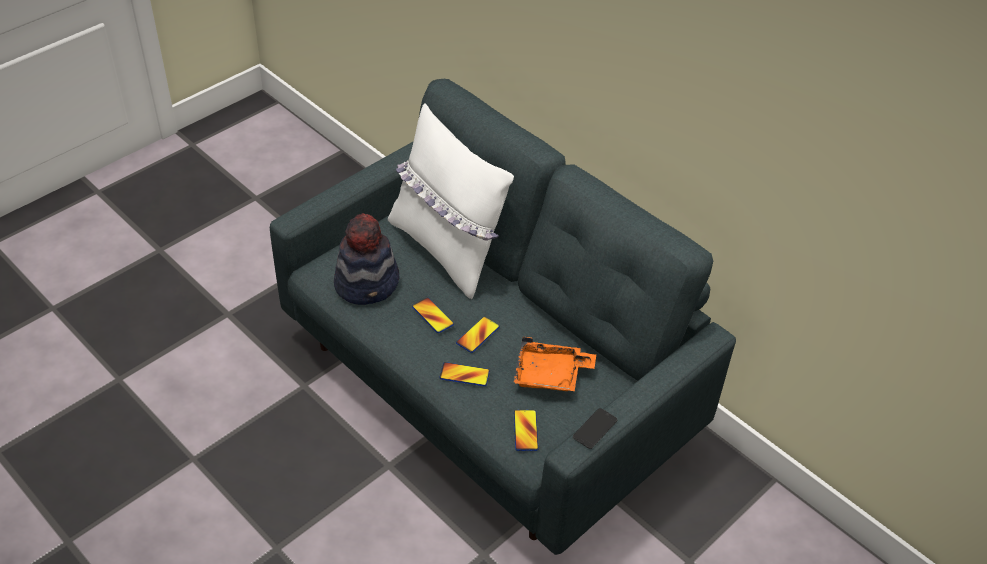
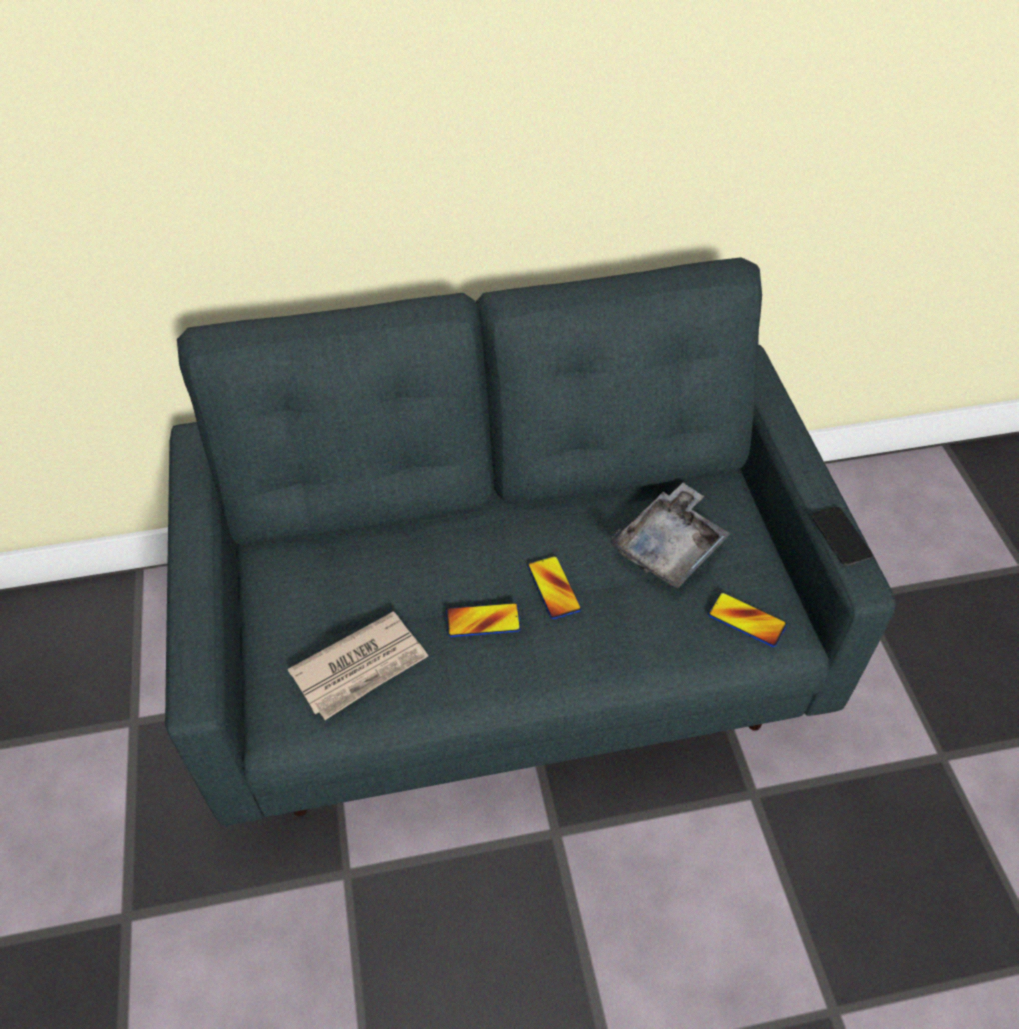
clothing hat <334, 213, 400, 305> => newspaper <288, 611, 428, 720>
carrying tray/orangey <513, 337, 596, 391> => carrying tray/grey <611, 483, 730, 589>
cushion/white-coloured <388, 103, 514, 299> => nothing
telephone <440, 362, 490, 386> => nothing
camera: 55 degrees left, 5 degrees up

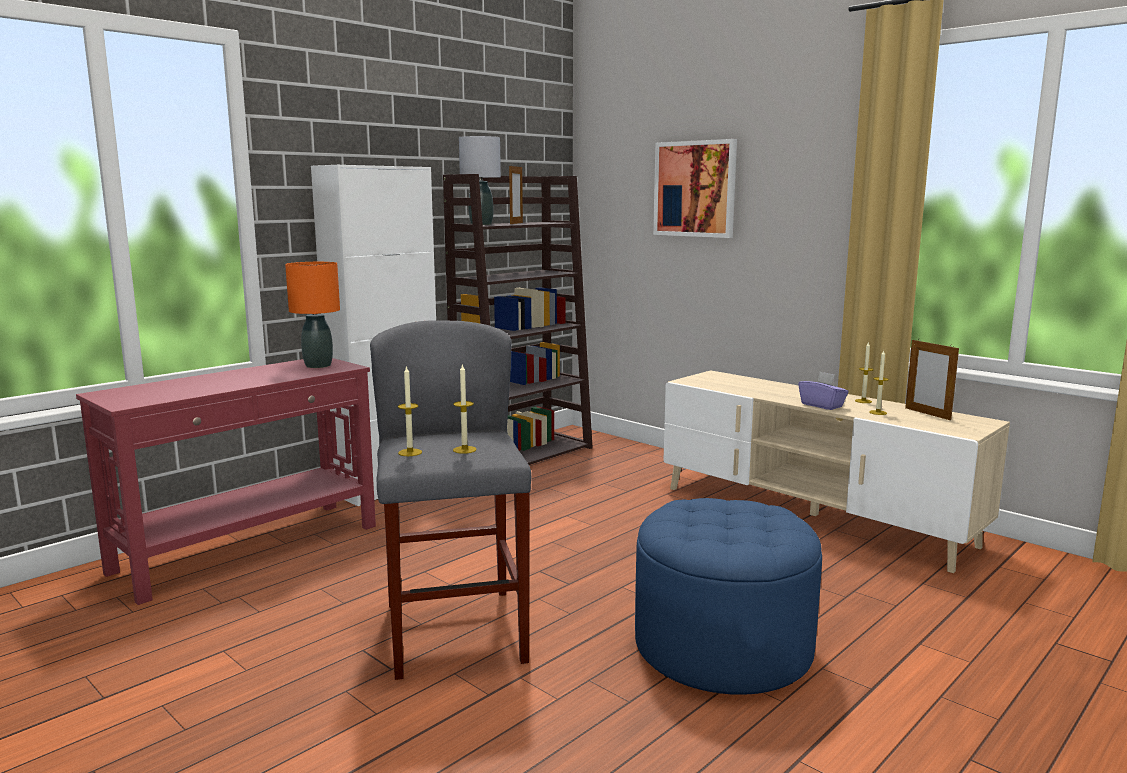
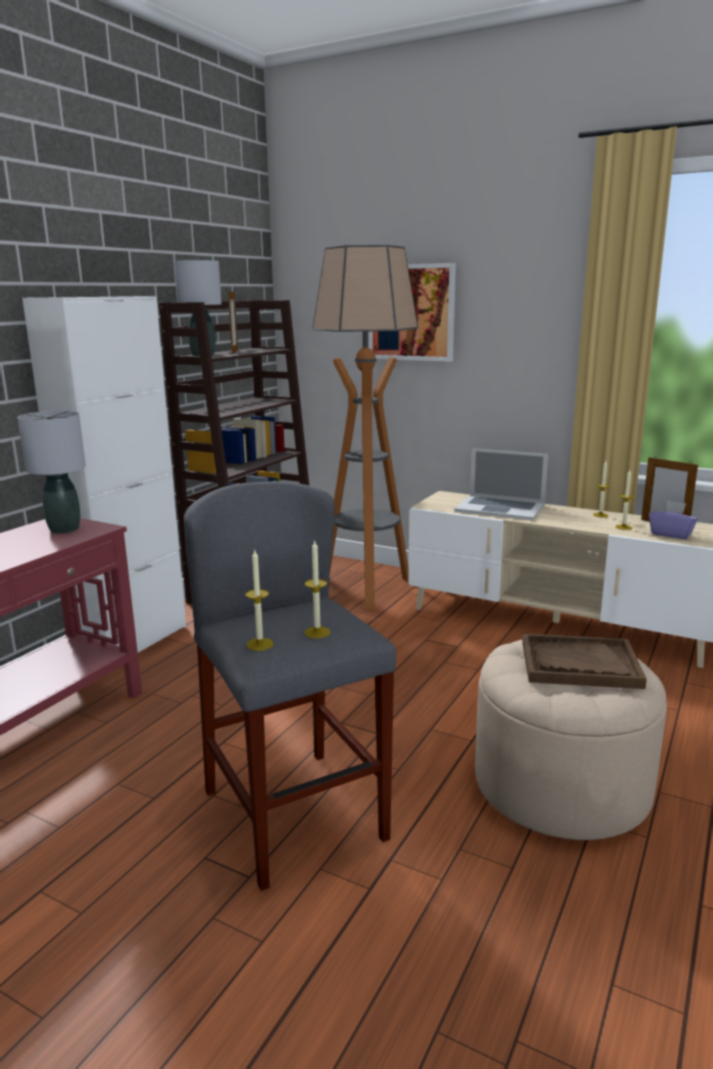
table lamp/orangey <285, 262, 340, 368> => table lamp/grey <17, 411, 86, 533>
nothing => floor lamp <312, 245, 418, 611>
nothing => notebook computer <454, 448, 548, 520>
ottoman/bluish <635, 498, 822, 695> => ottoman/beige-coloured <475, 639, 667, 840>
nothing => carrying tray/brown-coloured <522, 634, 647, 689>
tissue box/purple <798, 372, 849, 410> => tissue box/purple <649, 501, 698, 539>, moved
camera: 15 degrees left, 5 degrees up

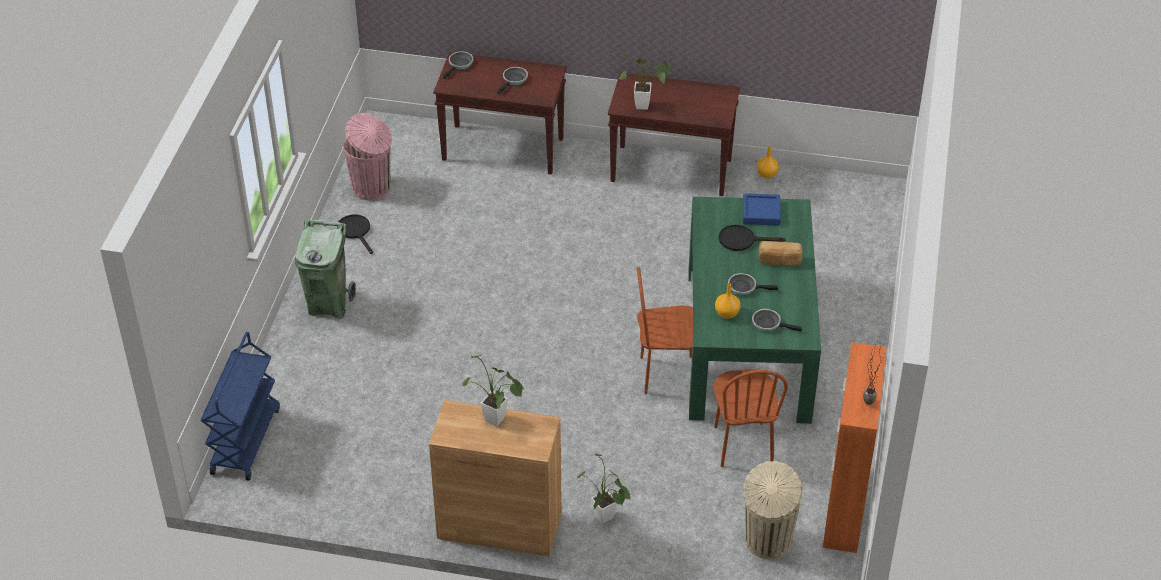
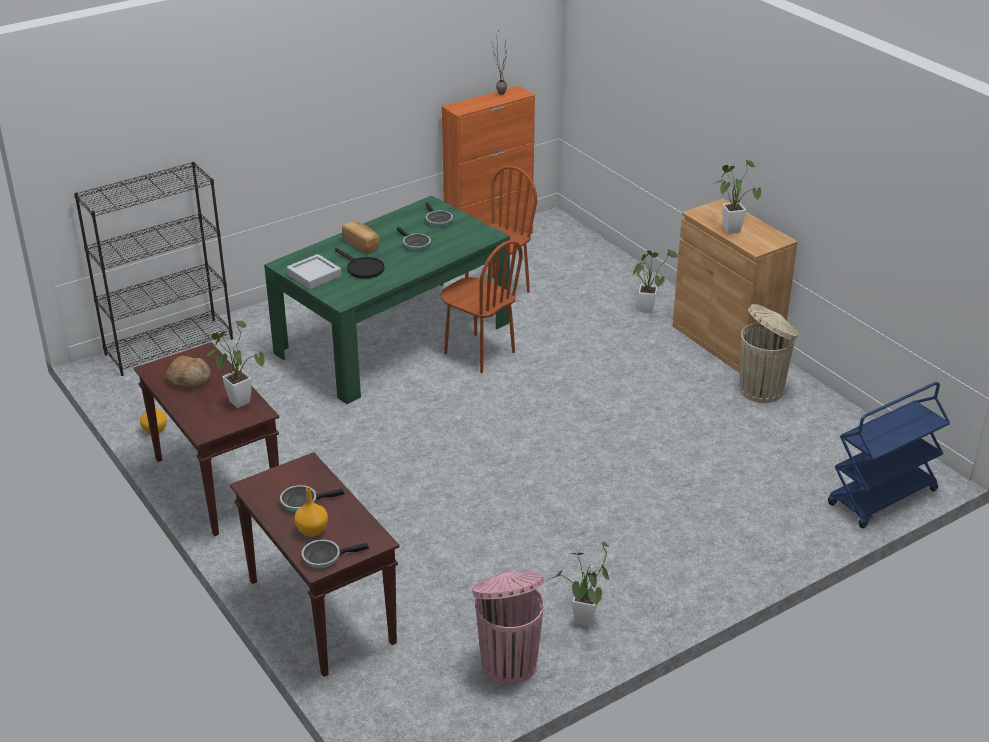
nothing => bookcase/black <74, 162, 233, 376>
nothing => bread <166, 356, 211, 389>
carrying tray/bluish <743, 193, 781, 226> => carrying tray/grey <287, 254, 341, 289>
decorative vase/orangey <715, 283, 741, 319> => decorative vase/orangey <294, 487, 328, 537>, moved
frying pan/black <339, 214, 373, 254> => potted plant <545, 542, 609, 626>
waste bin/beige-coloured <743, 461, 802, 559> => waste bin/beige-coloured <739, 304, 799, 403>, moved
waste bin/greenish <295, 220, 356, 319> => nothing
camera: 135 degrees left, 10 degrees down

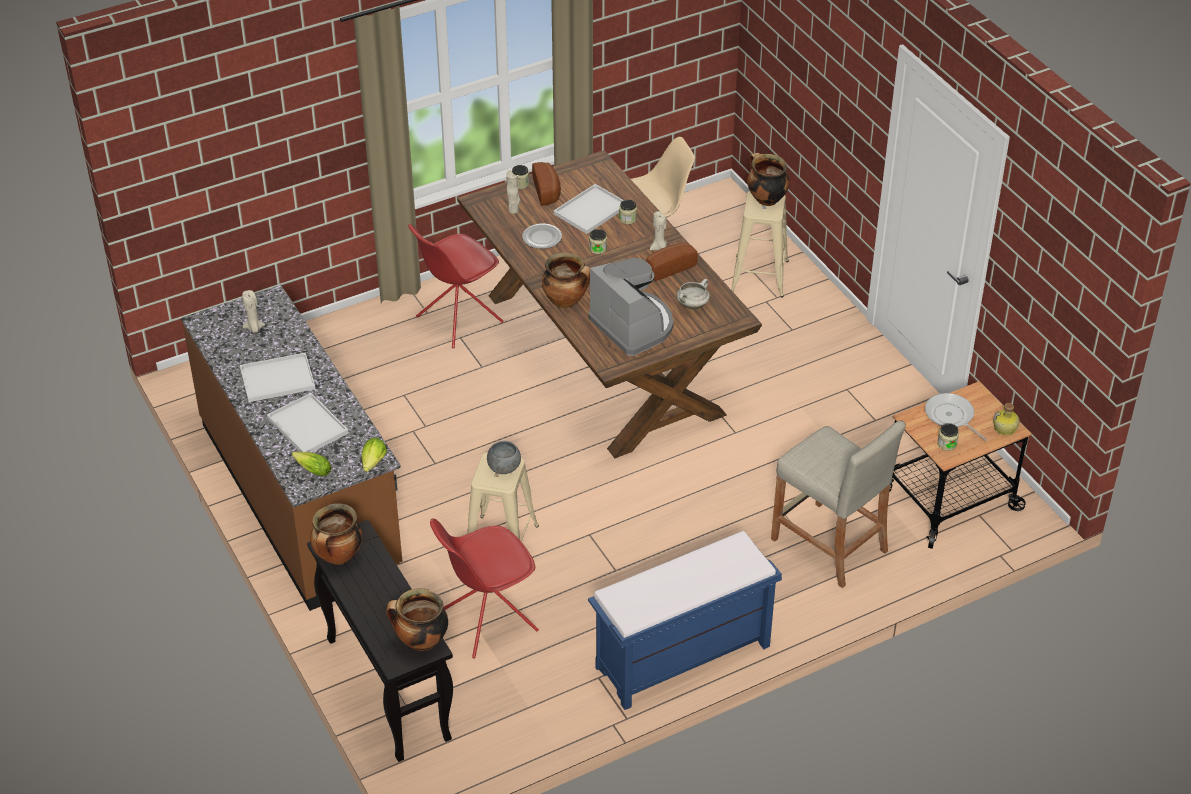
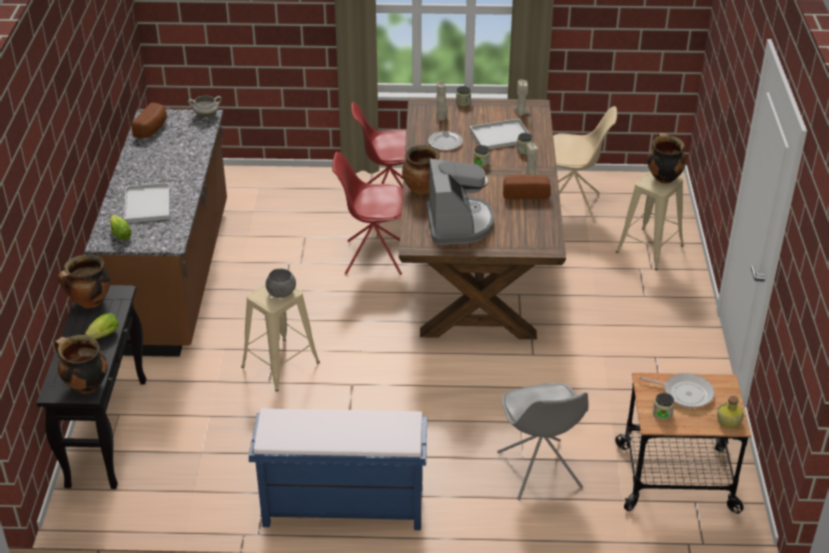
lettuce <362, 437, 387, 472> => lettuce <85, 313, 119, 339>, moved
bread <532, 162, 561, 205> => bread <131, 102, 167, 138>, moved
saucepot/white-coloured <676, 279, 710, 309> => saucepot/white-coloured <188, 95, 222, 118>, moved
chair/red-coloured <430, 519, 539, 659> => chair/red-coloured <332, 152, 403, 275>, moved
stool/beige-coloured <771, 420, 906, 588> => chair/grey <497, 383, 588, 500>
candle/beige-coloured <242, 290, 265, 333> => candle/beige-coloured <513, 80, 530, 116>, moved
frying pan <925, 393, 988, 441> => frying pan <638, 373, 714, 408>, 120 degrees clockwise
carrying tray/white-coloured <240, 352, 315, 402> => nothing
camera: 30 degrees right, 5 degrees down

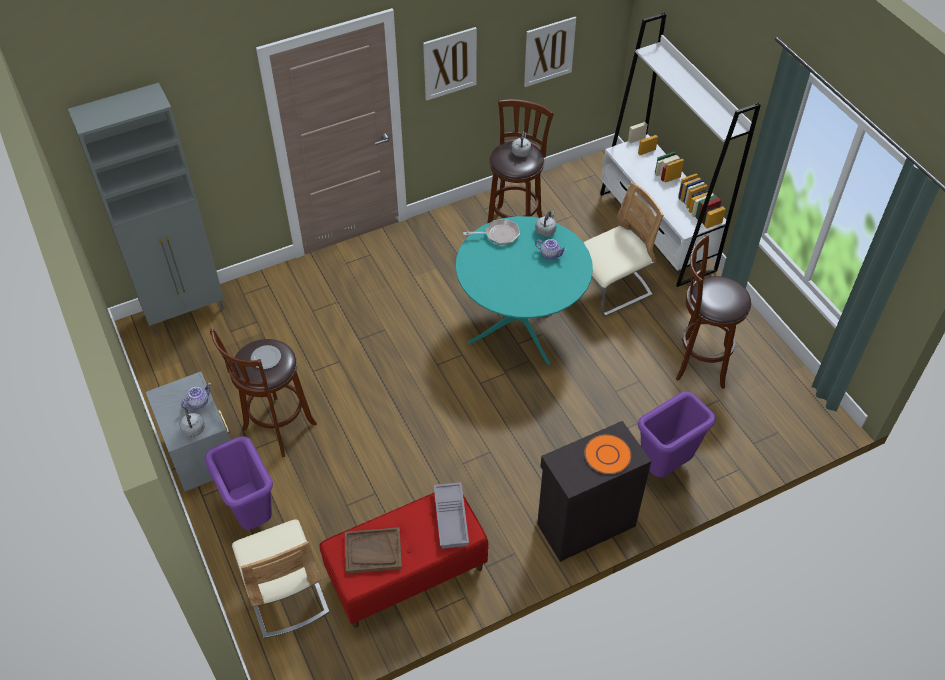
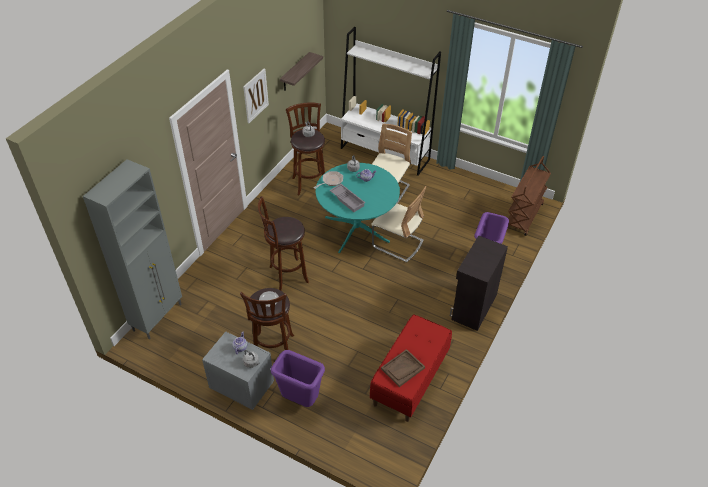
stool/brown-coloured <676, 235, 751, 389> => stool/brown-coloured <258, 196, 309, 290>, moved
wall art <524, 17, 576, 87> => bracket shelf <280, 52, 323, 91>
carrying tray/grey <434, 482, 469, 549> => carrying tray/grey <330, 184, 366, 212>, moved
chair/beige-coloured <232, 519, 329, 638> => chair/beige-coloured <371, 186, 426, 262>, moved
nothing => cart/brown-coloured <508, 156, 551, 236>
flat dish/orangey <584, 435, 631, 474> => nothing
camera: 35 degrees left, 5 degrees down

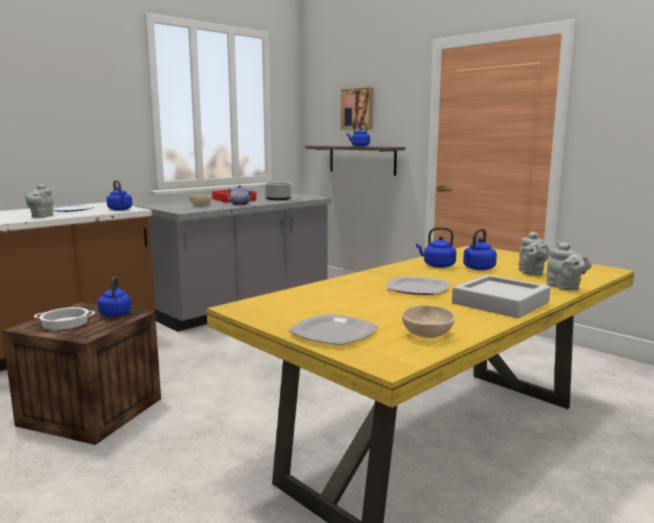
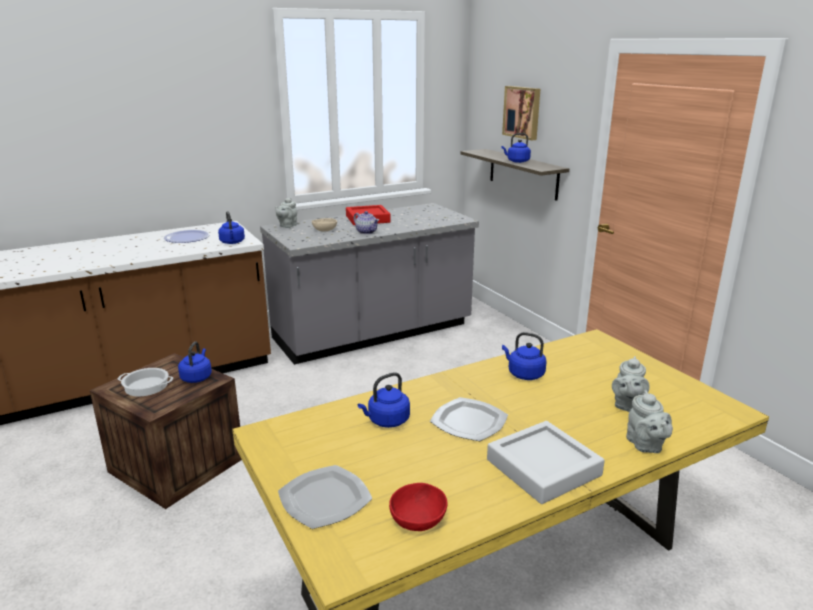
pot for tea/grey <24, 184, 53, 218> => pot for tea/grey <275, 197, 297, 228>, moved
tea kettle/bluish <463, 229, 497, 270> => tea kettle/bluish <358, 373, 410, 428>, moved
serving bowl/beige-coloured <402, 305, 455, 338> => serving bowl/red-coloured <389, 483, 448, 531>
saucepot <259, 182, 297, 200> => nothing
camera: 15 degrees right, 10 degrees up

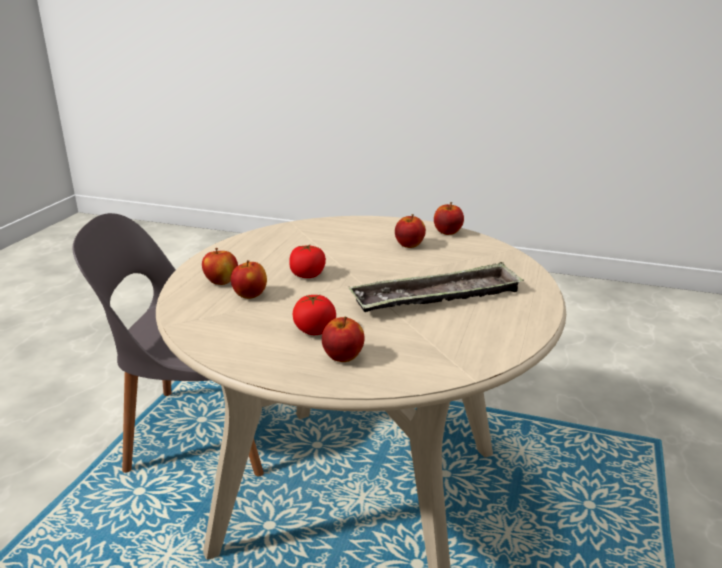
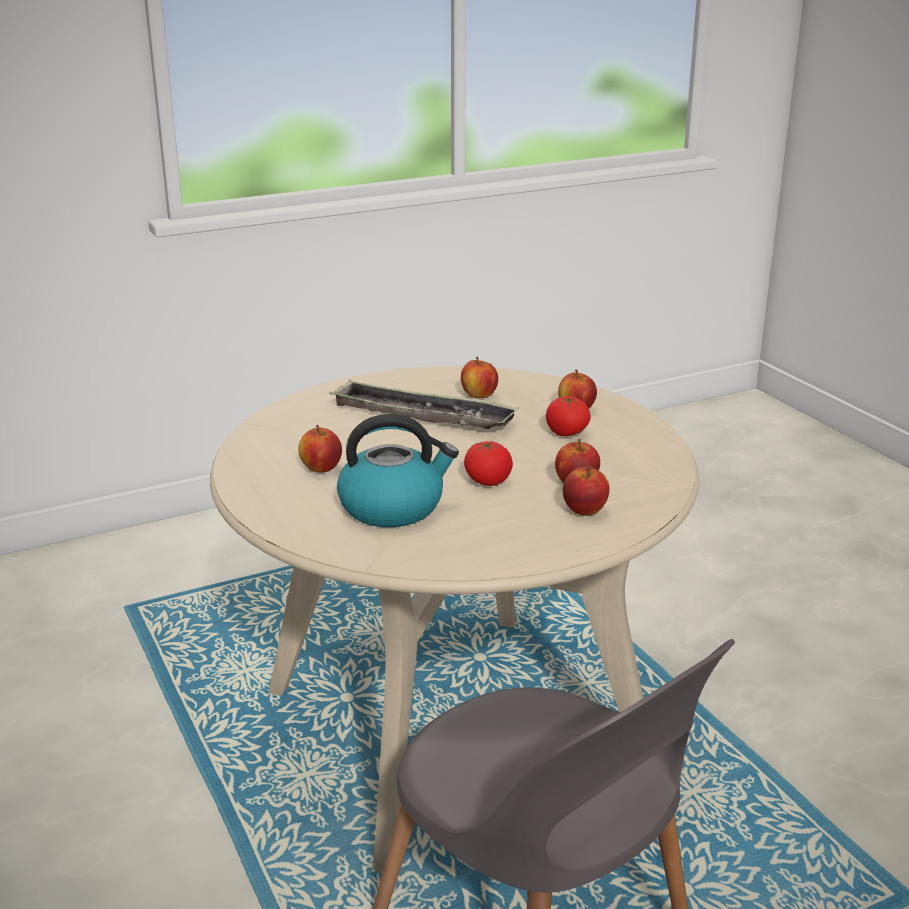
nothing => tea kettle <337, 414, 459, 527>
apple fruit <434, 202, 464, 235> => apple fruit <461, 357, 498, 398>, moved
camera: 135 degrees left, 0 degrees up

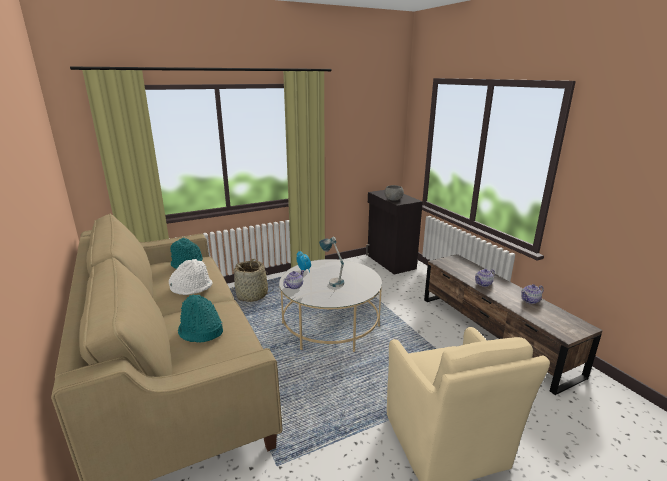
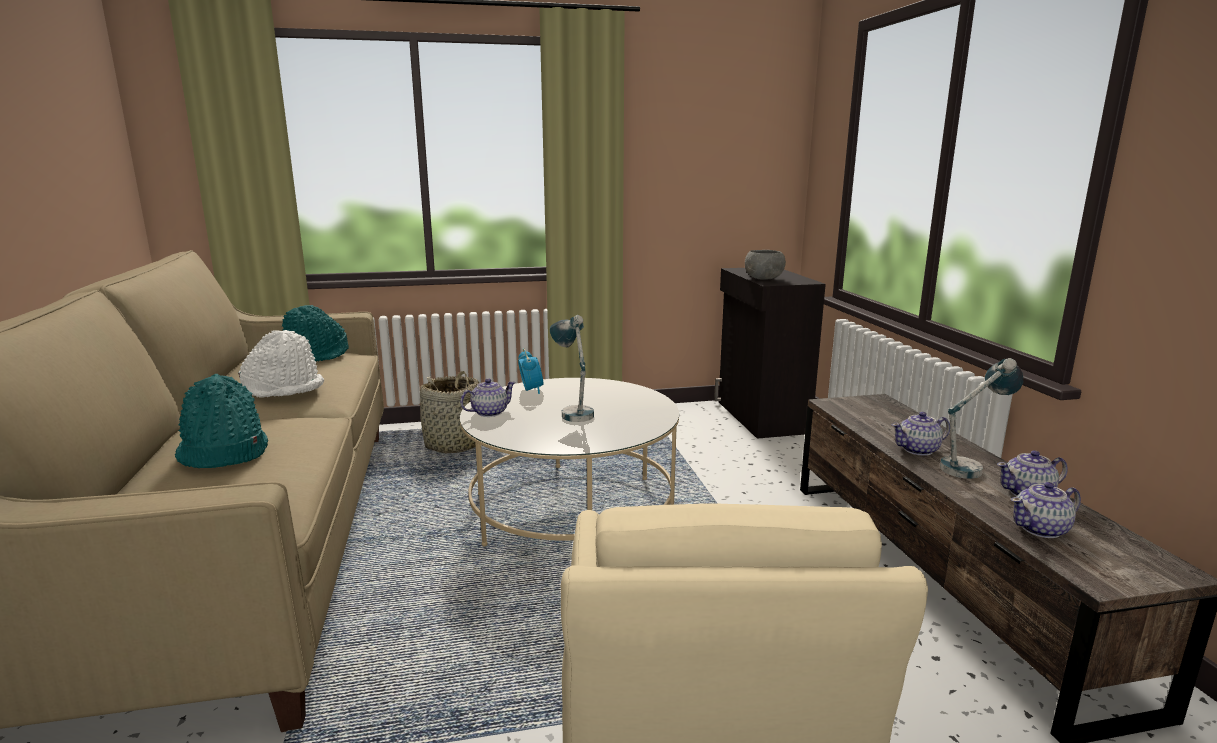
nothing => table lamp <940, 358, 1023, 479>
nothing => pot for tea <1011, 482, 1081, 538>
camera: 15 degrees right, 5 degrees down

